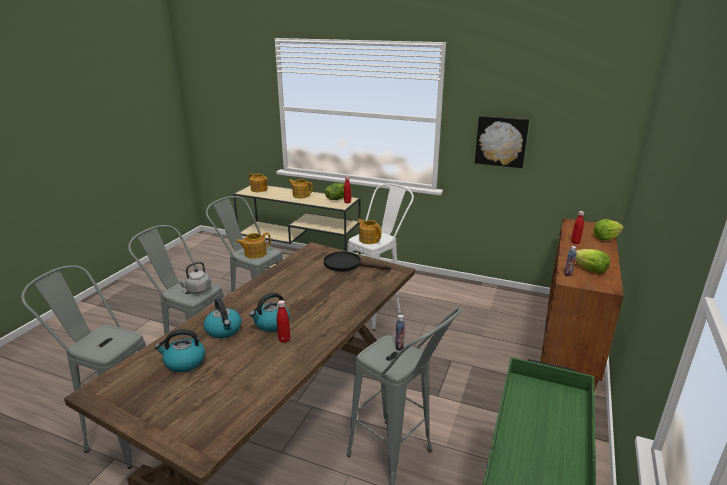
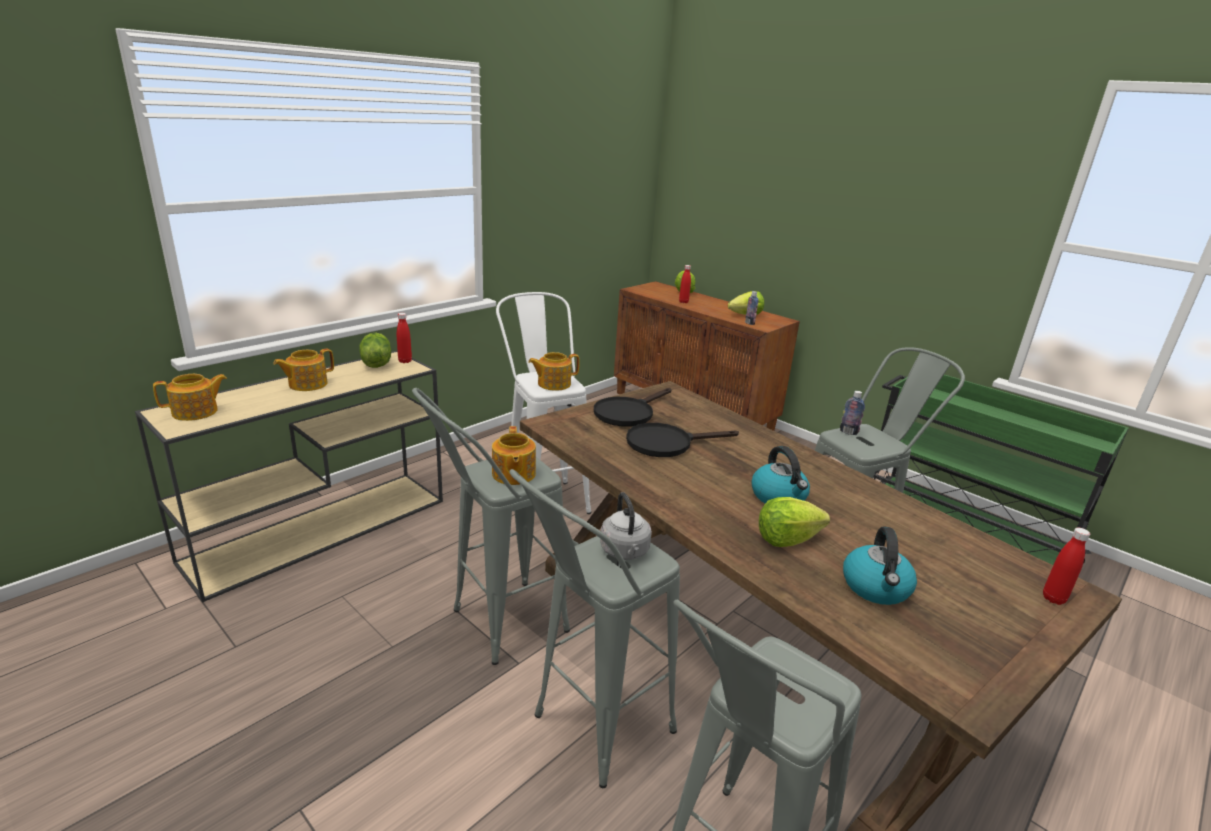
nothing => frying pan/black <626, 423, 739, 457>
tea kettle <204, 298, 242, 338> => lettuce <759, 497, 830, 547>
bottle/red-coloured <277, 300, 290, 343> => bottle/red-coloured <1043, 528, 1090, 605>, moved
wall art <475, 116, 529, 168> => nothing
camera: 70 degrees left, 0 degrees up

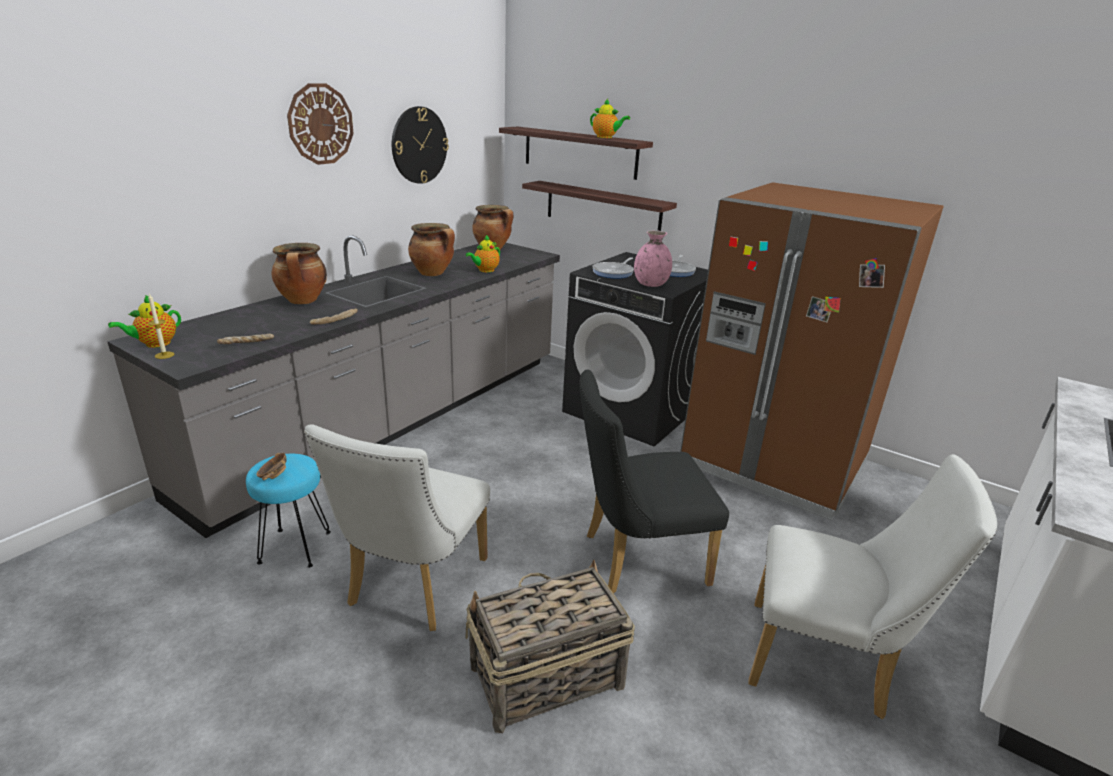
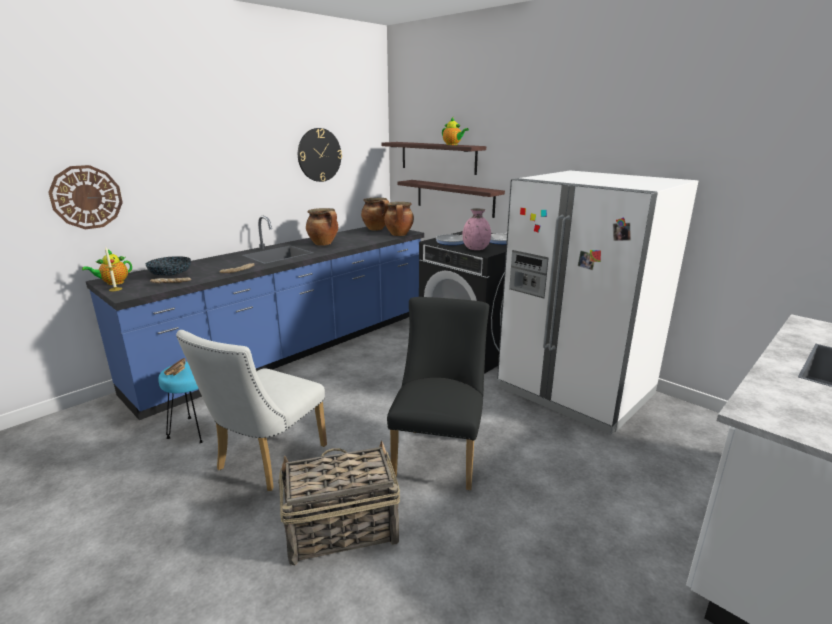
clock on the wall <287, 83, 354, 165> => clock on the wall <48, 165, 123, 229>, moved
kitchen base unit/grey <107, 235, 560, 538> => kitchen base unit/bluish <86, 216, 424, 420>
nothing => serving bowl <146, 256, 191, 276>
saucepot <271, 243, 327, 304> => saucepot <384, 202, 414, 236>, moved
chair/black <579, 369, 729, 593> => chair/black <387, 297, 489, 490>, 105 degrees clockwise
kitchen fridge/brown-coloured <680, 182, 944, 521> => kitchen fridge/white-coloured <497, 171, 698, 435>
pot for tea <466, 235, 500, 272> => nothing
chair/white-coloured <748, 454, 997, 719> => nothing
camera: 10 degrees right, 5 degrees down

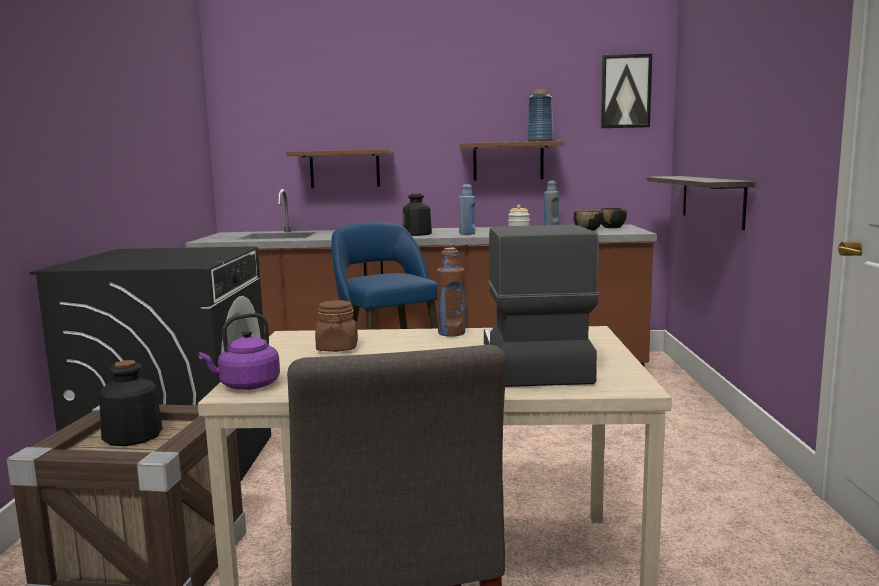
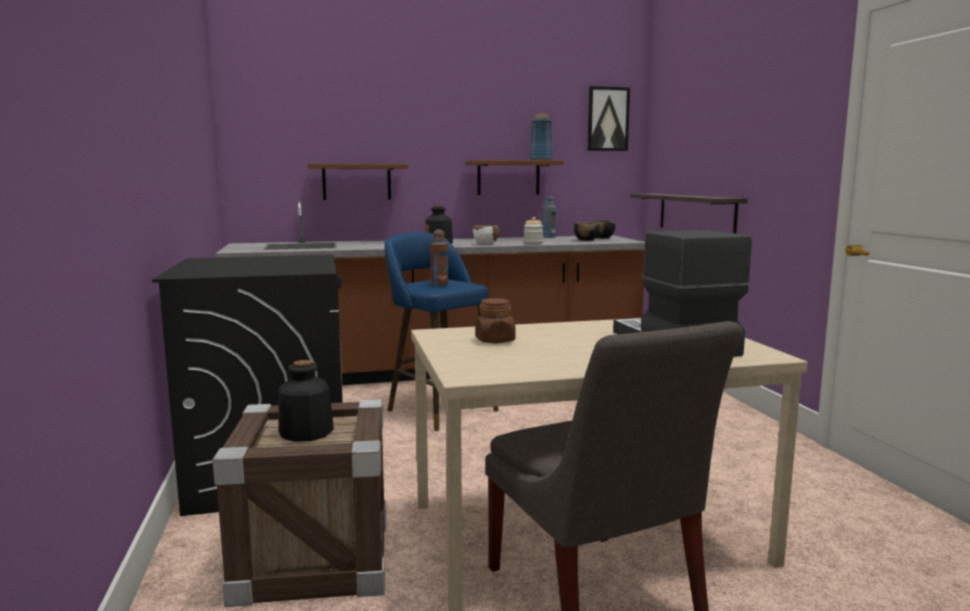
bottle/brown-coloured <437, 248, 465, 337> => bottle/brown-coloured <430, 230, 448, 286>, moved
bottle/bluish <459, 184, 475, 235> => serving bowl/white-coloured <473, 225, 499, 244>
tea kettle/purple <198, 313, 280, 390> => nothing
camera: 15 degrees left, 0 degrees up

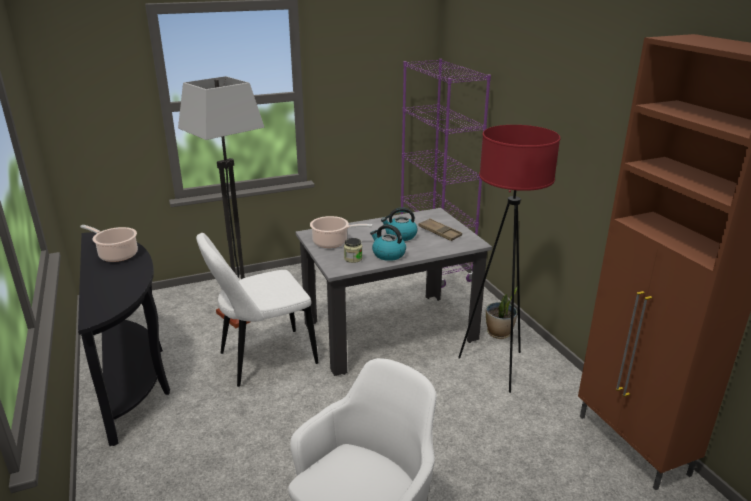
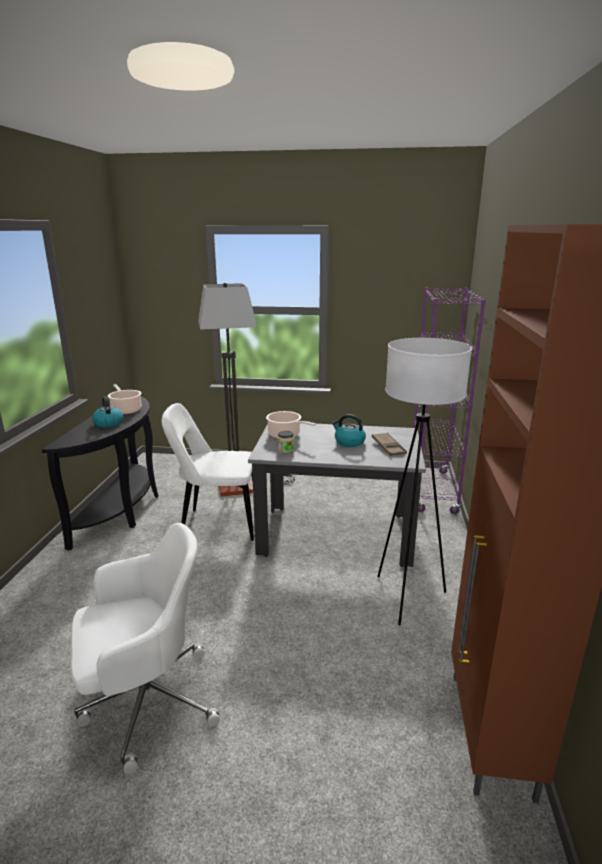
tea kettle <370, 224, 406, 261> => tea kettle <92, 396, 123, 428>, moved
floor lamp/red-coloured <458, 125, 560, 393> => floor lamp/white-coloured <377, 338, 472, 626>
potted plant <486, 287, 517, 339> => nothing
camera: 30 degrees right, 5 degrees down

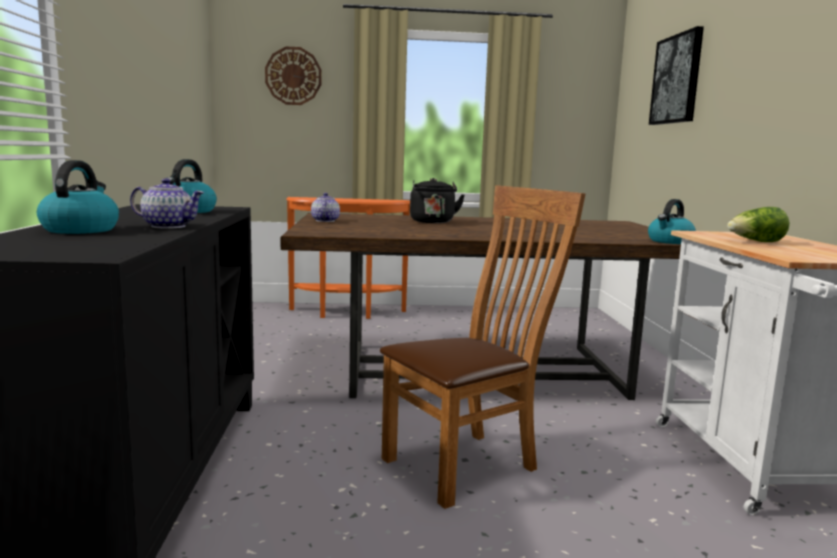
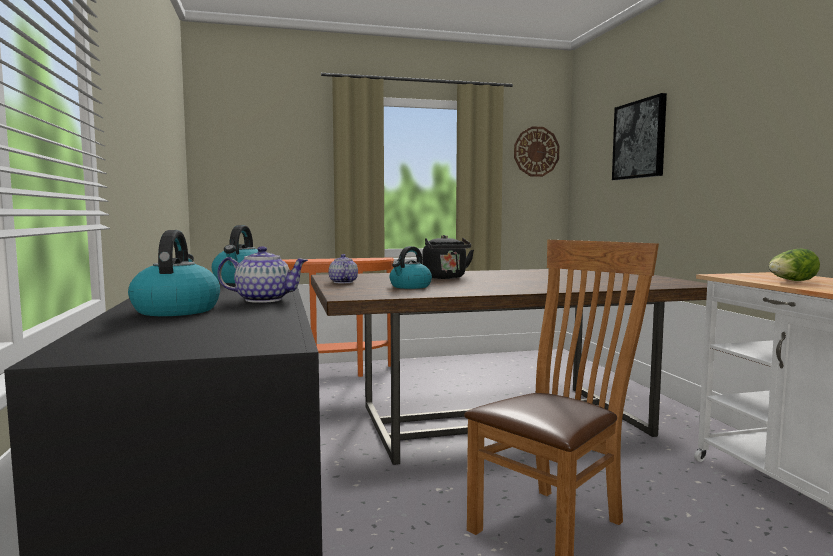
tea kettle <648, 199, 696, 244> => tea kettle <390, 246, 432, 289>, moved
clock on the wall <265, 46, 321, 105> => clock on the wall <514, 126, 560, 177>, moved
camera: 10 degrees left, 5 degrees down

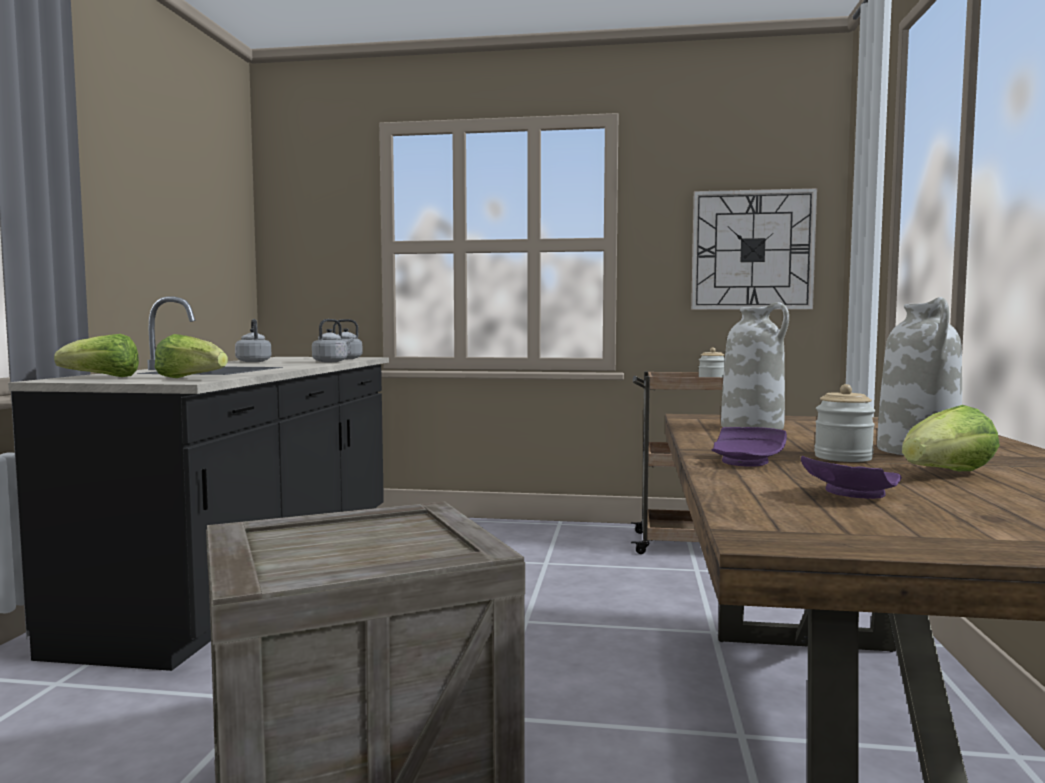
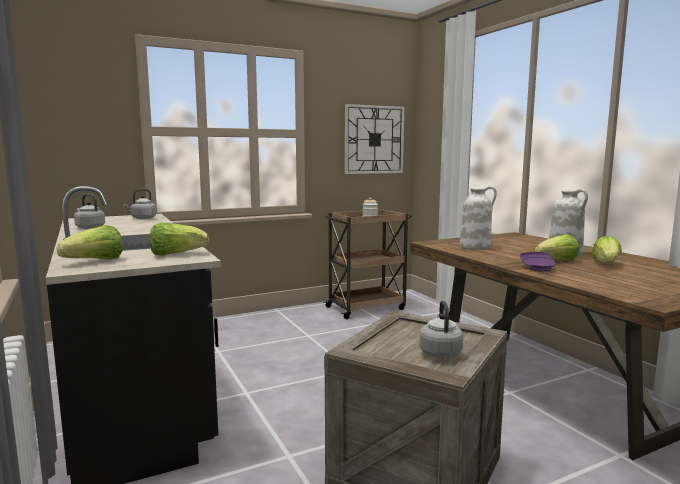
tea kettle/grey <312, 319, 354, 362> => tea kettle/grey <419, 300, 463, 358>, moved
jar <814, 384, 875, 462> => lettuce <534, 234, 579, 260>
flat dish/purple <801, 456, 902, 499> => nothing
camera: 35 degrees left, 5 degrees up

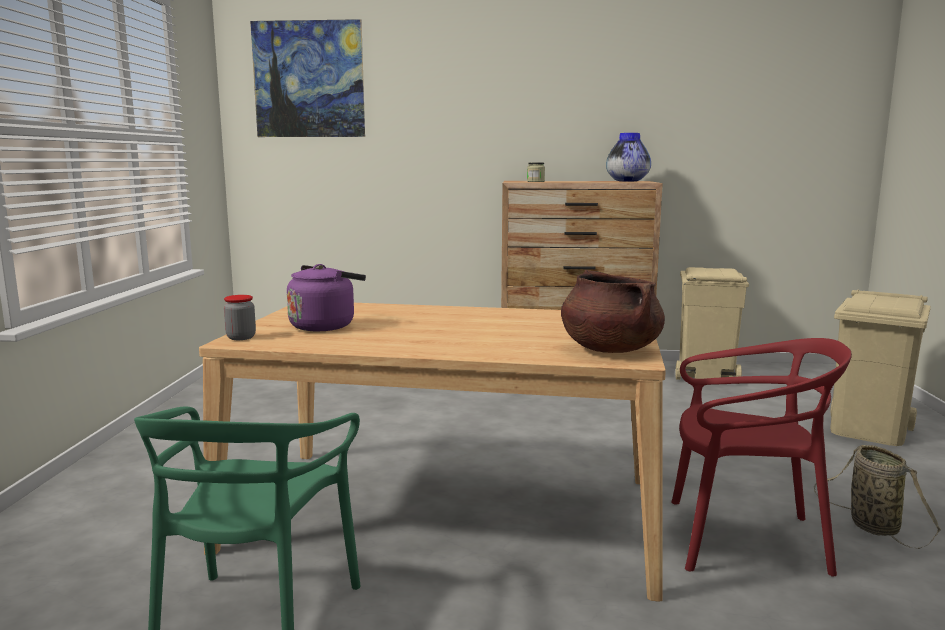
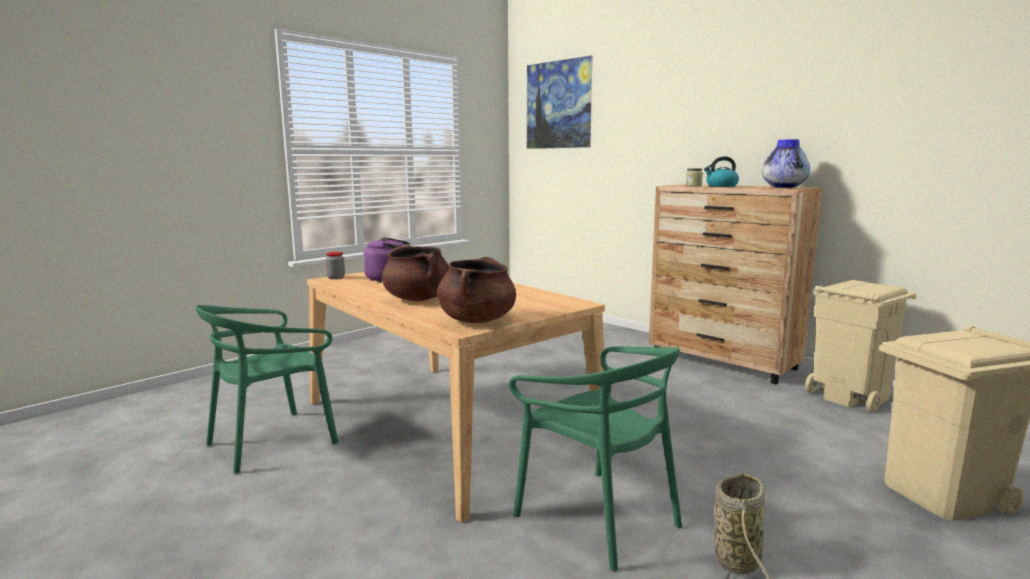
nothing => saucepot/brown-coloured <382, 246, 449, 301>
chair/red-coloured <671, 338, 852, 577> => chair/greenish <509, 347, 682, 571>
nothing => tea kettle <704, 157, 739, 187>
camera: 40 degrees right, 0 degrees up

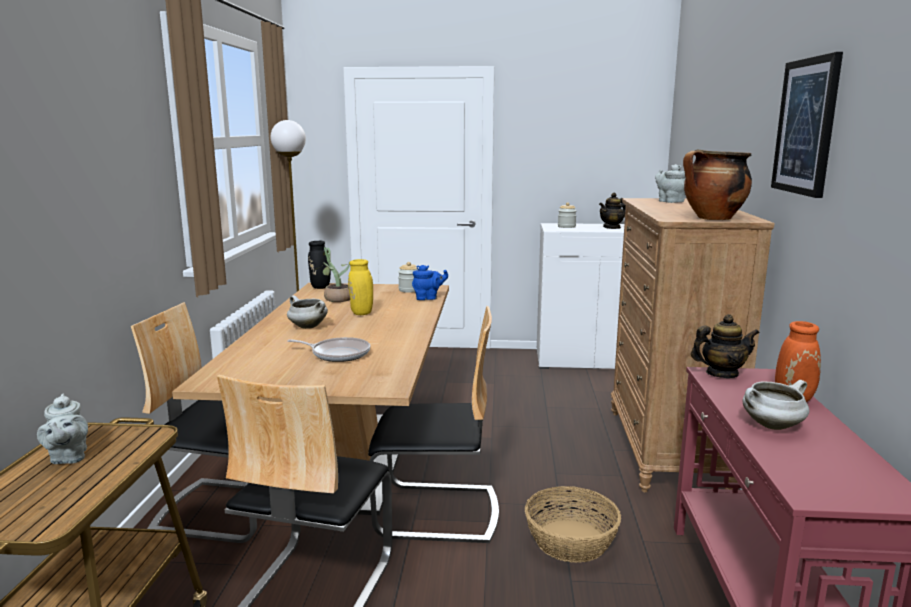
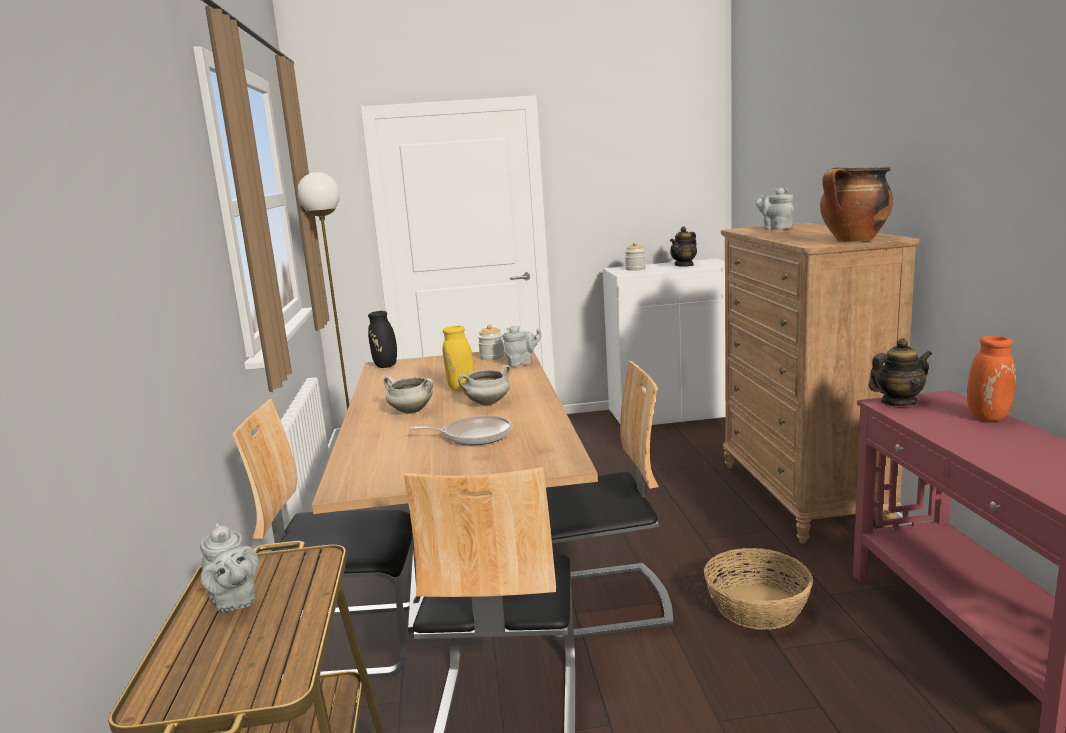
saucepot/white-coloured <742, 380, 809, 430> => saucepot/white-coloured <458, 365, 511, 406>, moved
pot for tea/bluish <412, 265, 448, 300> => pot for tea/grey <502, 326, 542, 367>
potted plant <314, 247, 350, 302> => nothing
wall art <771, 52, 843, 198> => nothing
camera: 10 degrees left, 0 degrees up

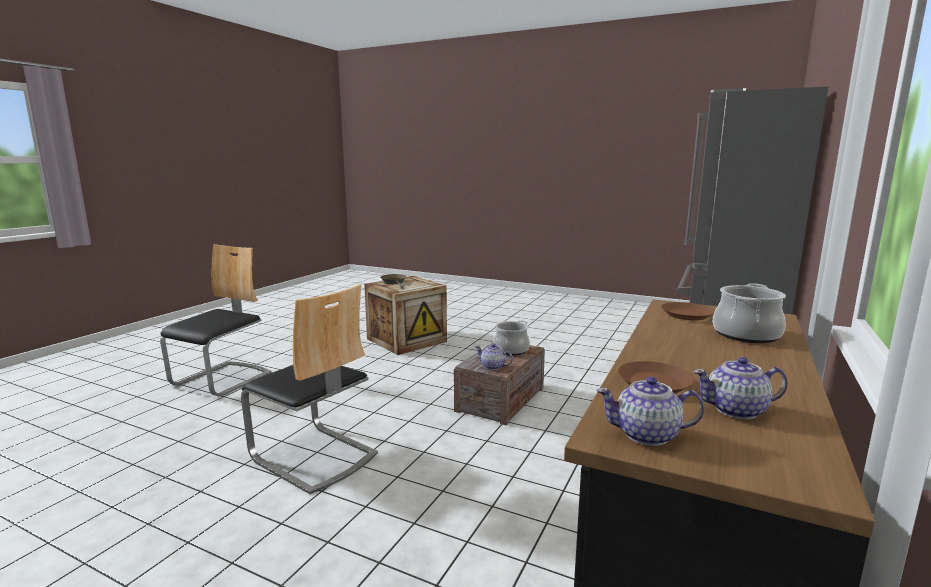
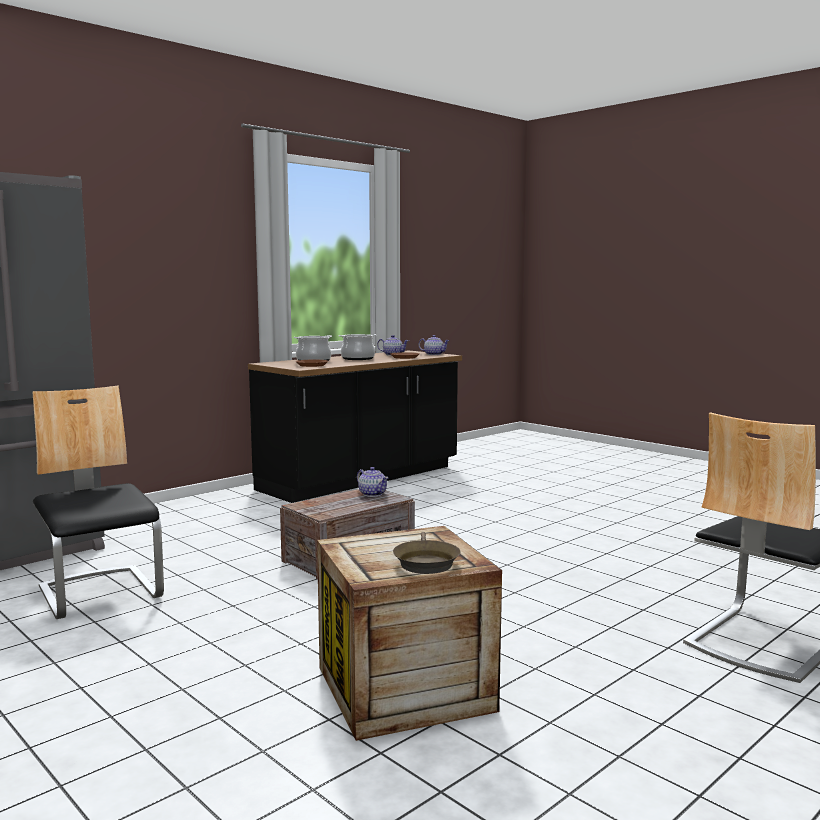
chair <241, 284, 378, 494> => chair <32, 385, 164, 619>, moved
saucepot <493, 320, 530, 355> => saucepot <339, 334, 377, 360>, moved
camera: 160 degrees left, 5 degrees down

